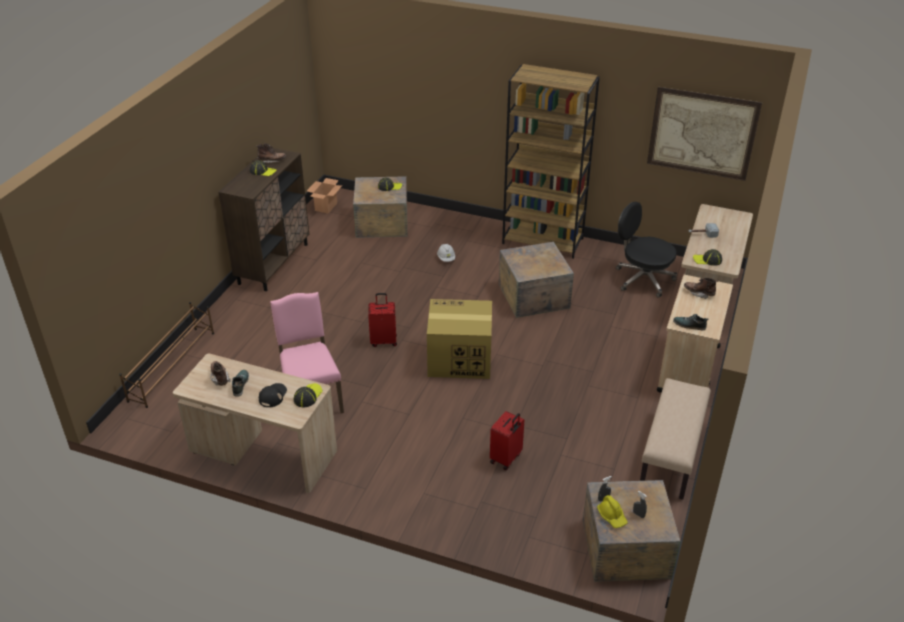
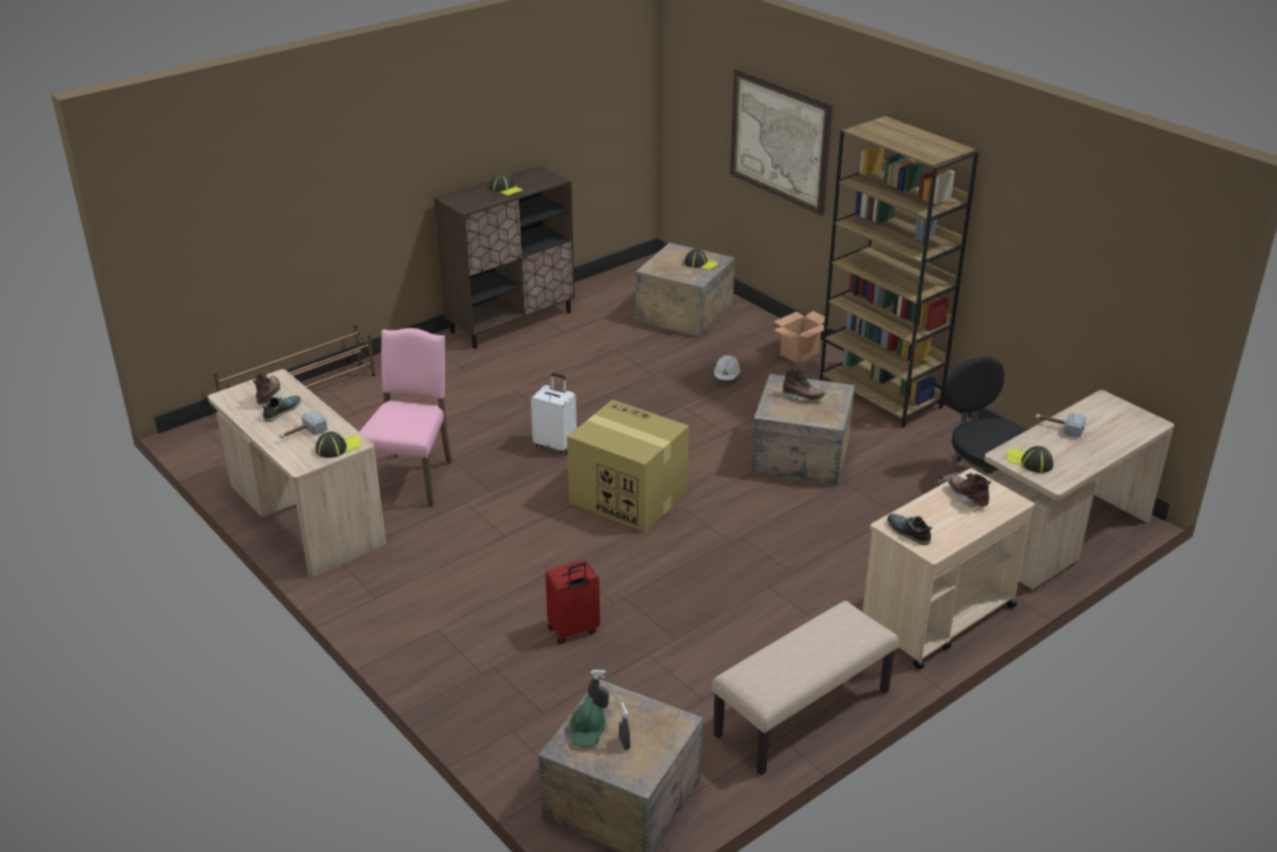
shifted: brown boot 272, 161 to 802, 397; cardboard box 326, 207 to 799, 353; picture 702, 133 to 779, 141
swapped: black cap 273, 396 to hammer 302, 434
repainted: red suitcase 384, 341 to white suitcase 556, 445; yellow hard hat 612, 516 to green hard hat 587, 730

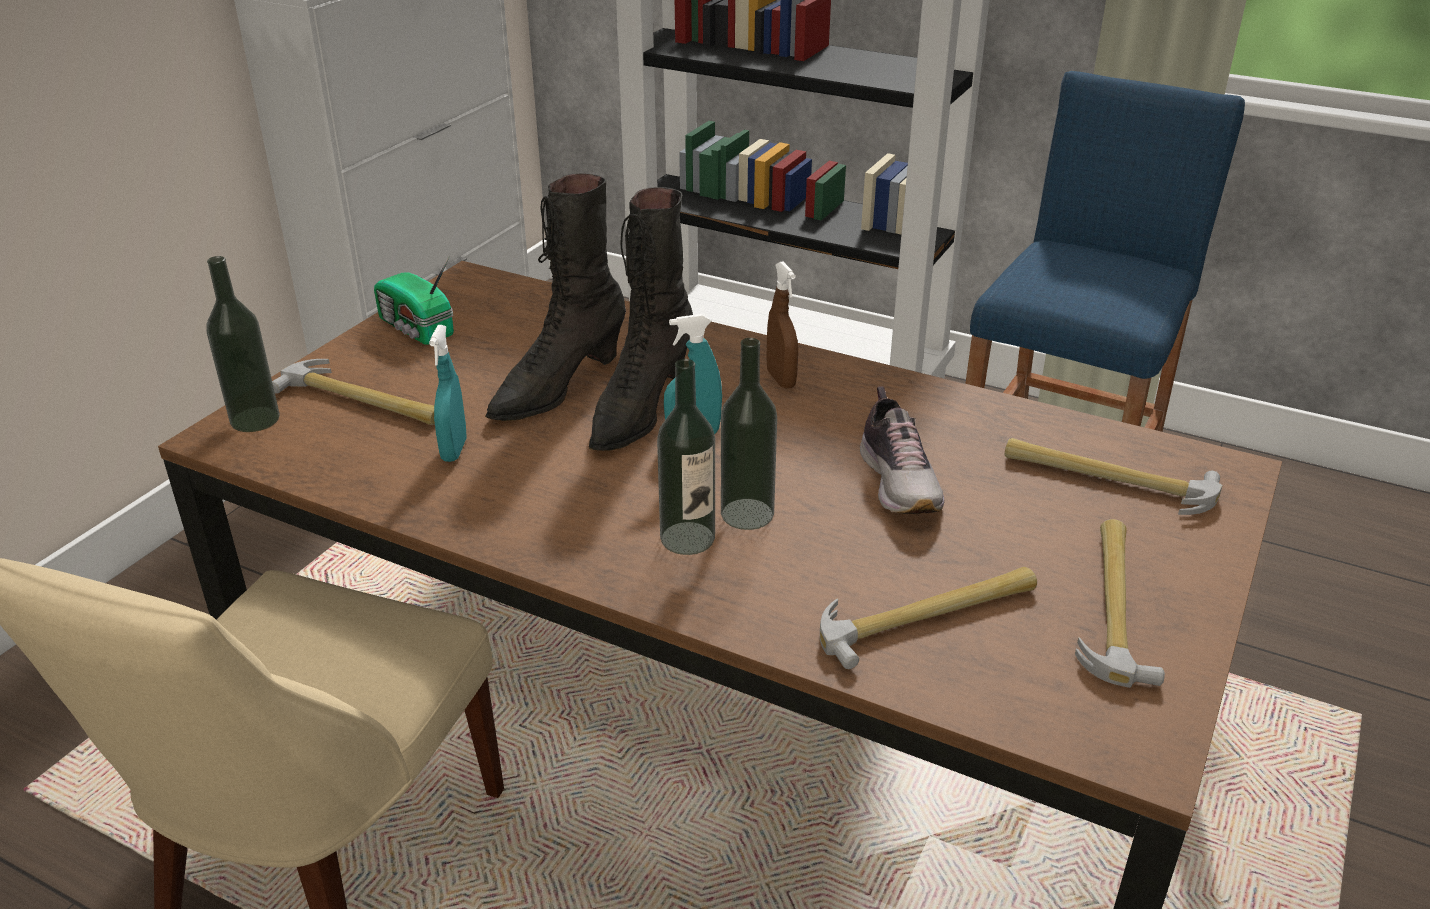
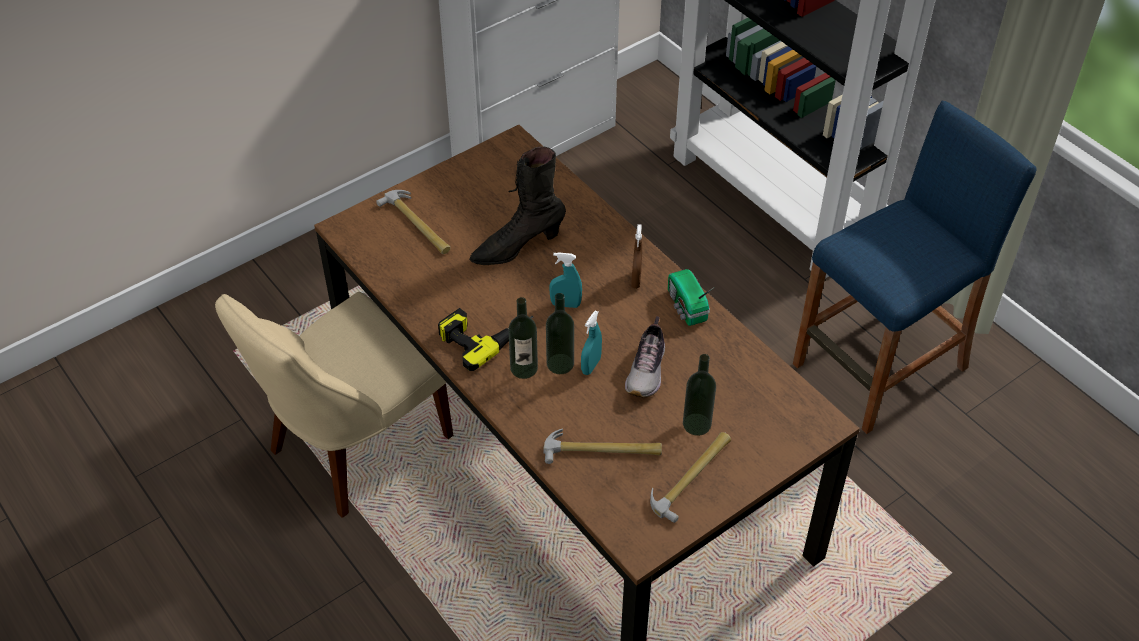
gone: black boot 640, 409; hammer 1108, 479
new: power drill 484, 333
shifted: bottle 255, 419 to 696, 424; radio 416, 329 to 686, 307; turquoise spray bottle 454, 450 to 591, 366

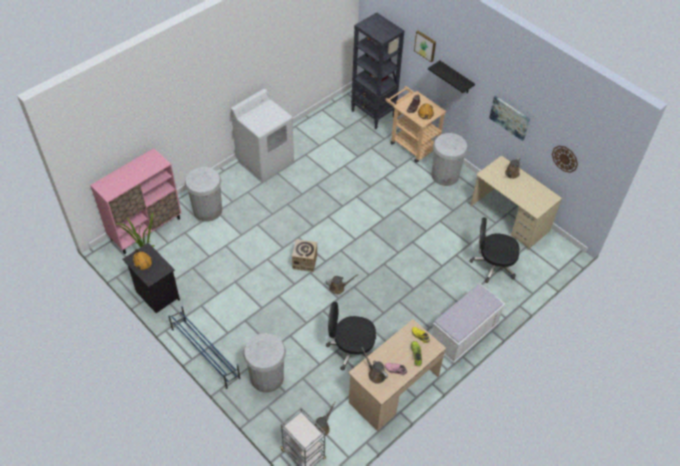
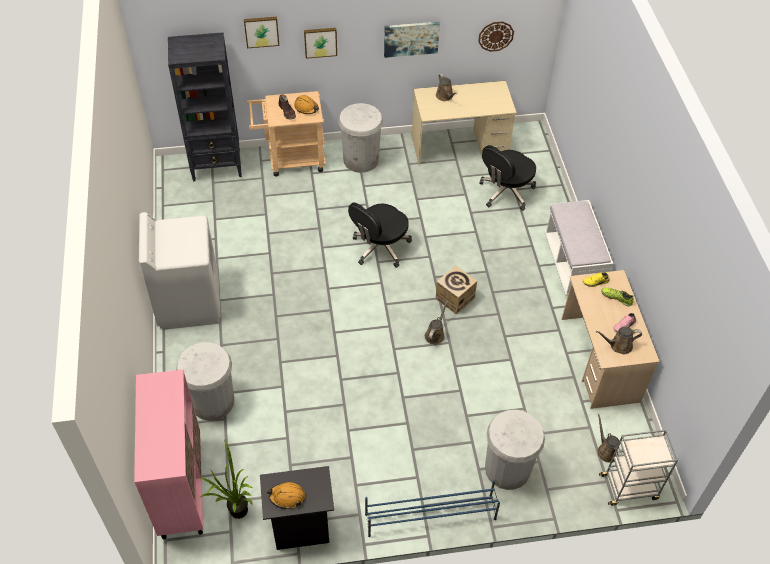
shifted: cardboard box 304, 262 to 454, 298; black office chair 351, 349 to 380, 248
swapped: black shelf 456, 78 to picture 320, 42

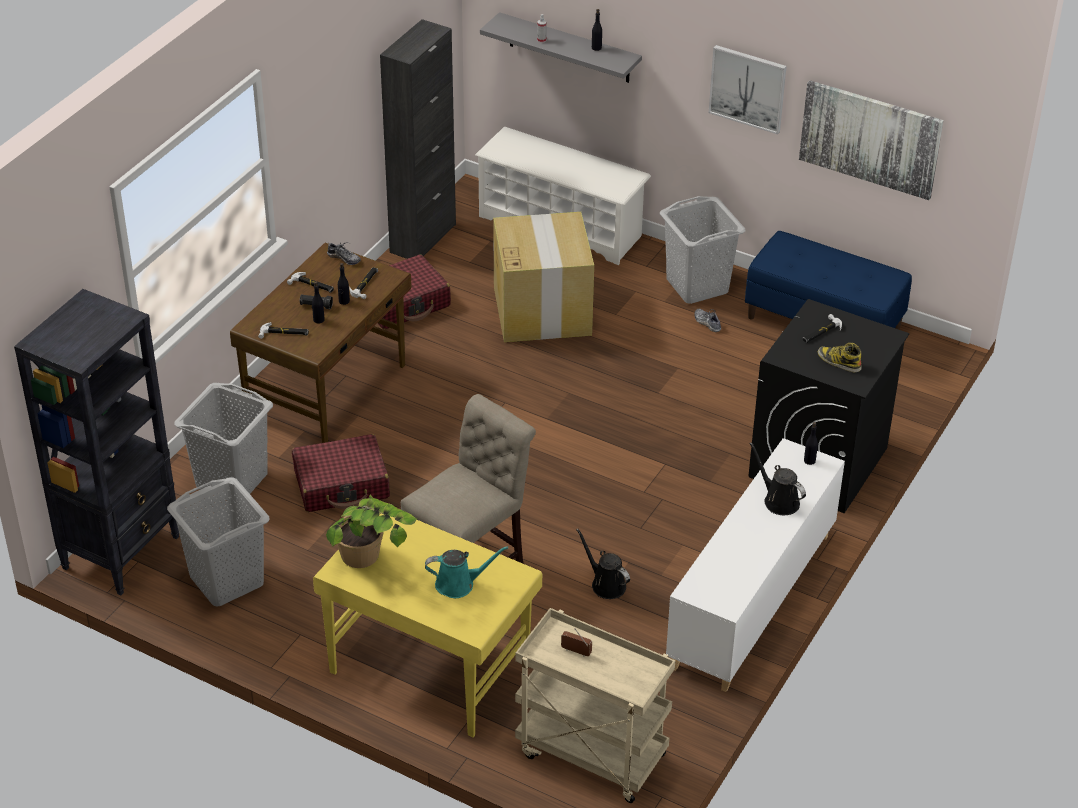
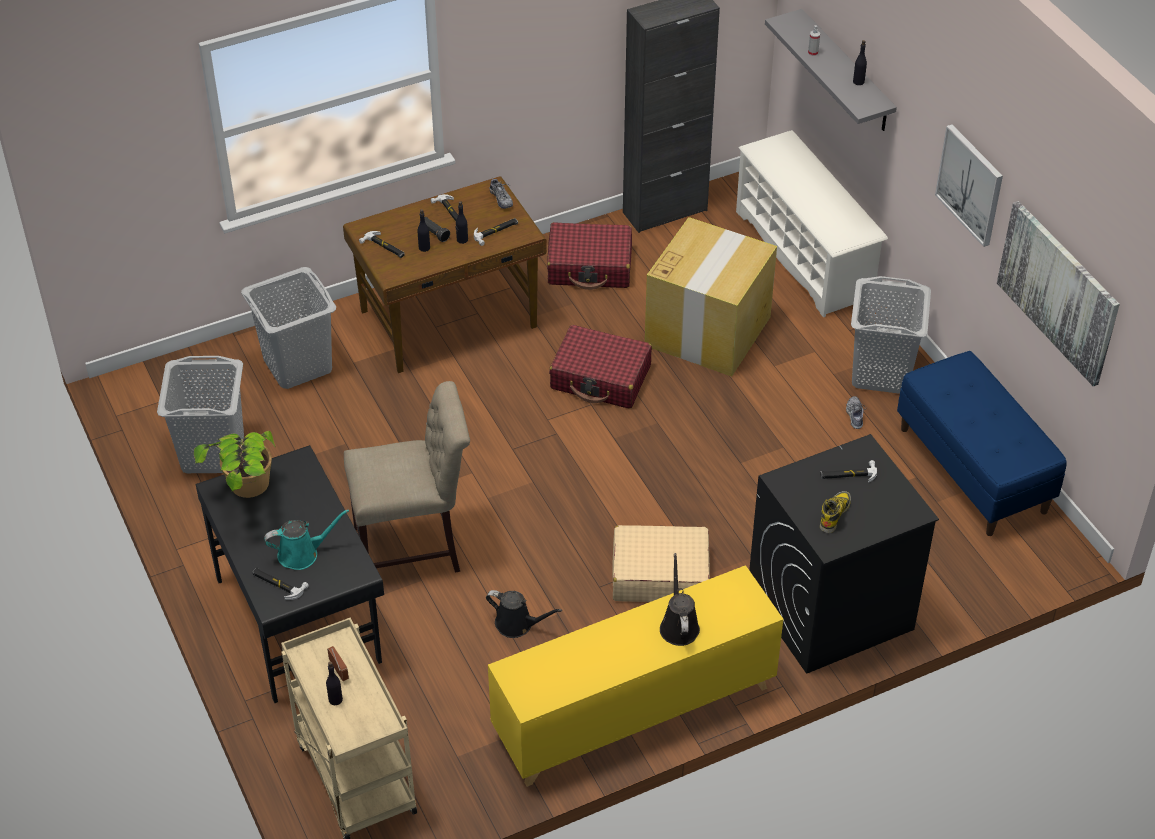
gone: black bookcase 122, 552
new: hammer 278, 583; beige suitcase 659, 574
shifted: red suitcase 342, 484 to 601, 378; black bottle 809, 460 to 335, 699
repainted: yellow desk 429, 666 to black desk 299, 618; white cabinet 751, 601 to yellow cabinet 633, 713
rotated: turquoise watering can 459, 584 = 302, 554 45 degrees counterclockwise; black watering can 606, 584 = 517, 624 120 degrees clockwise; boot 838, 362 = 834, 514 45 degrees clockwise

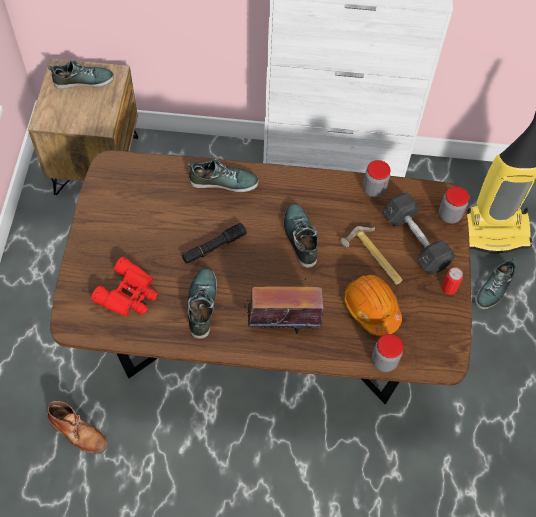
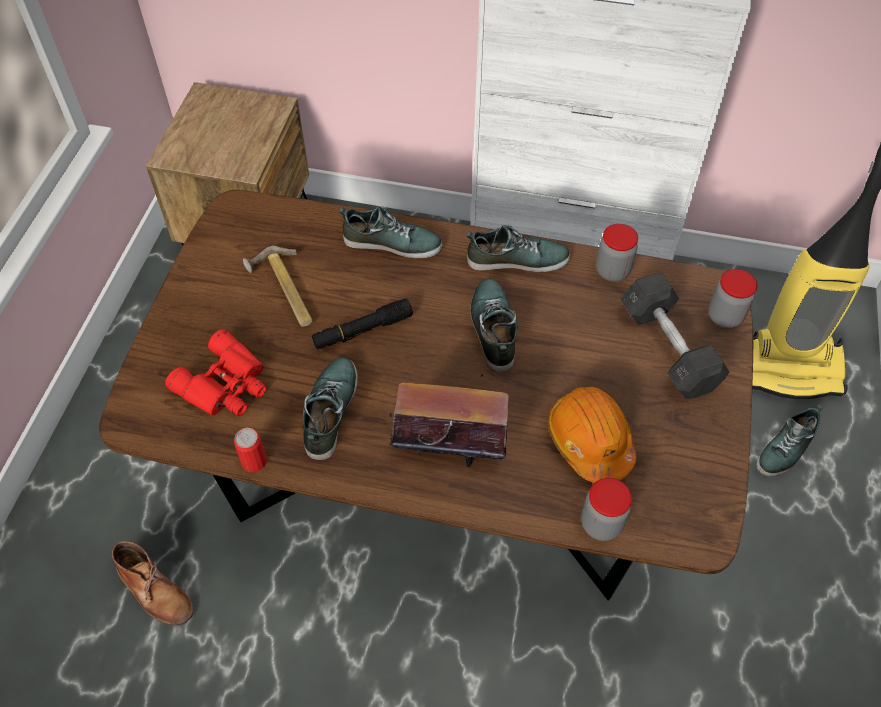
shifted: shoe 83, 80 to 517, 259; hammer 373, 259 to 283, 291; can 449, 288 to 254, 461

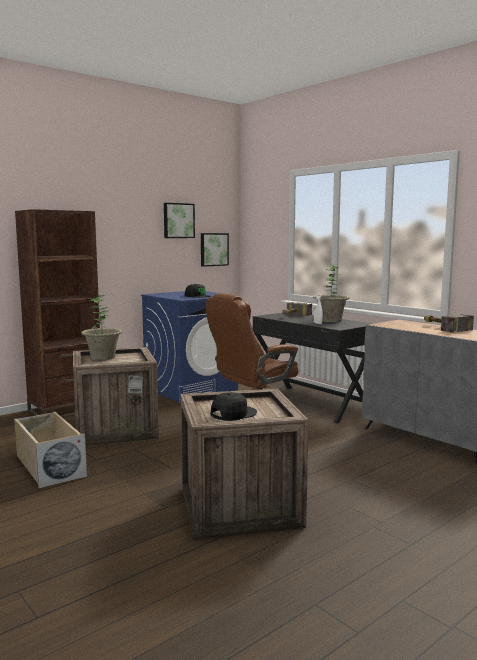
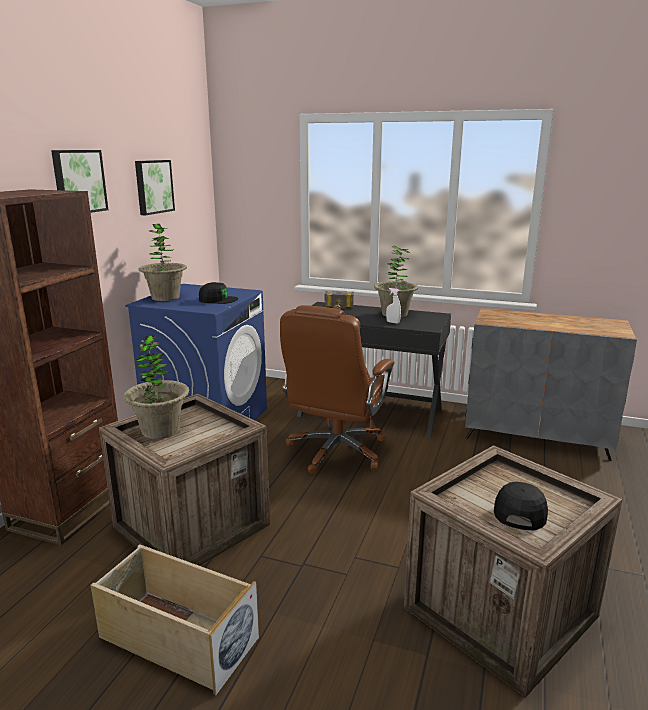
gone: hammer 442, 328
new: potted plant 165, 297
shifted: picture 213, 249 to 78, 181

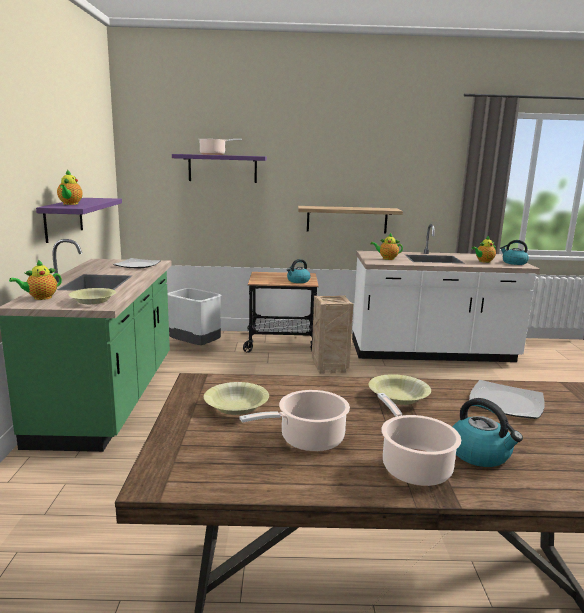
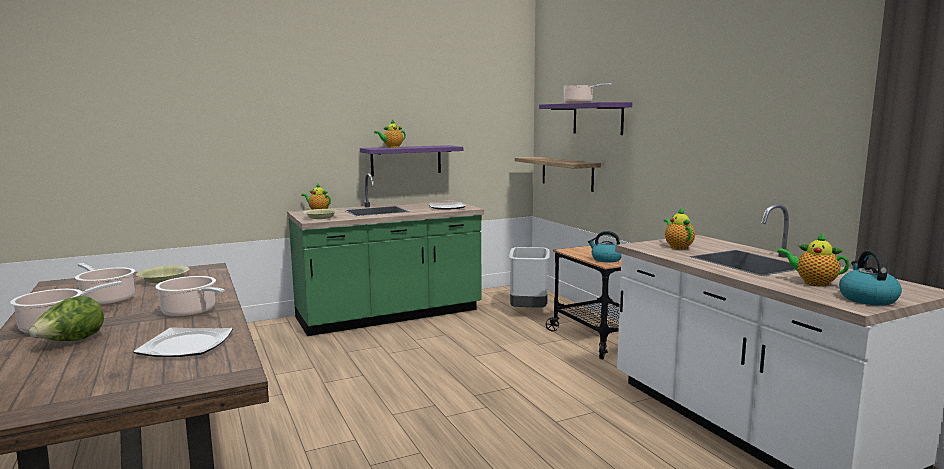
gone: crate 330, 367
shifted: shelf 347, 219 to 567, 173
swapped: yellow bowl 398, 397 to cooking pot 191, 312; kettle 480, 454 to lettuce 71, 342

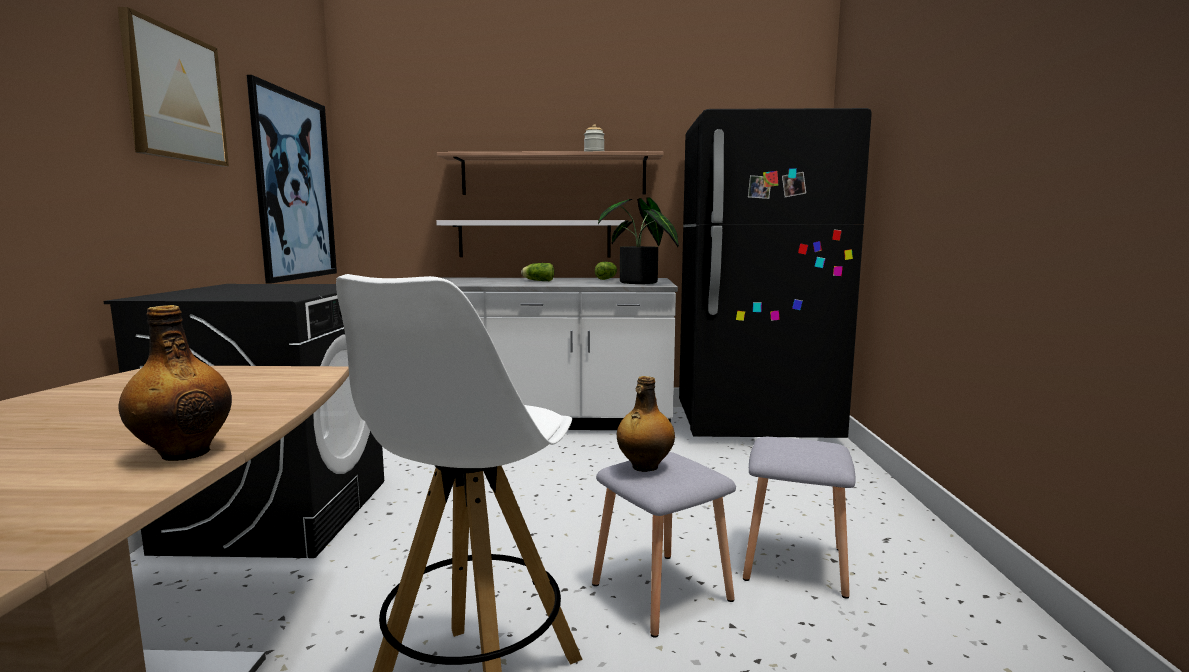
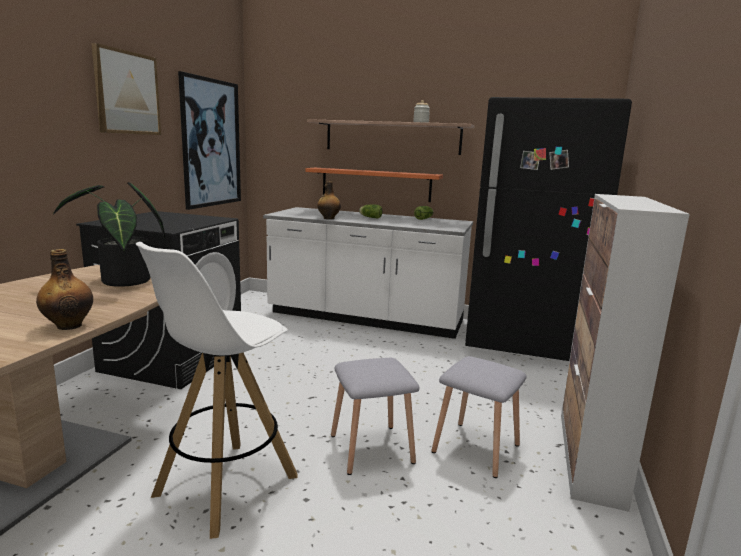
new: cabinet 589, 457
shifted: potted plant 639, 283 to 123, 282; bottle 644, 467 to 328, 218
repainted: white shelf 534, 239 to orange shelf 375, 184

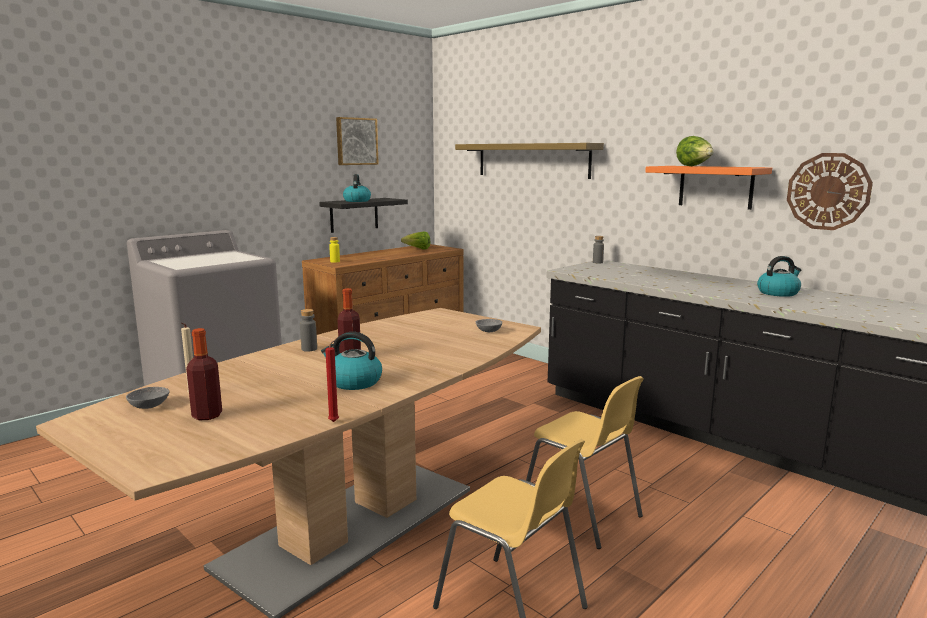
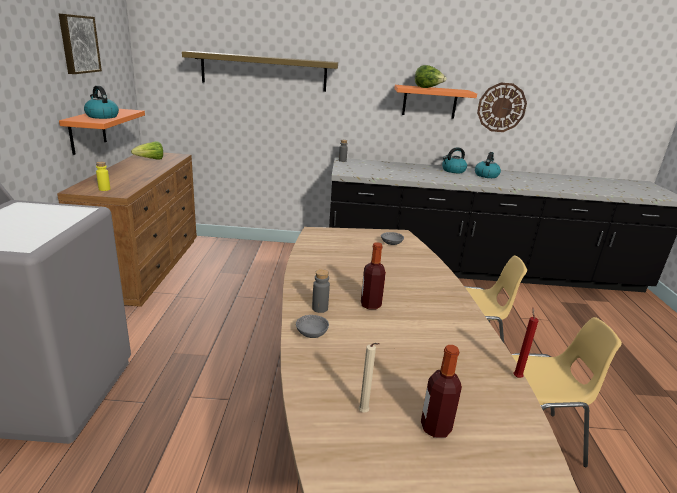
shifted: grey bowl 149, 406 to 312, 333; kettle 353, 382 to 453, 171
repainted: black shelf 354, 215 to orange shelf 87, 130

